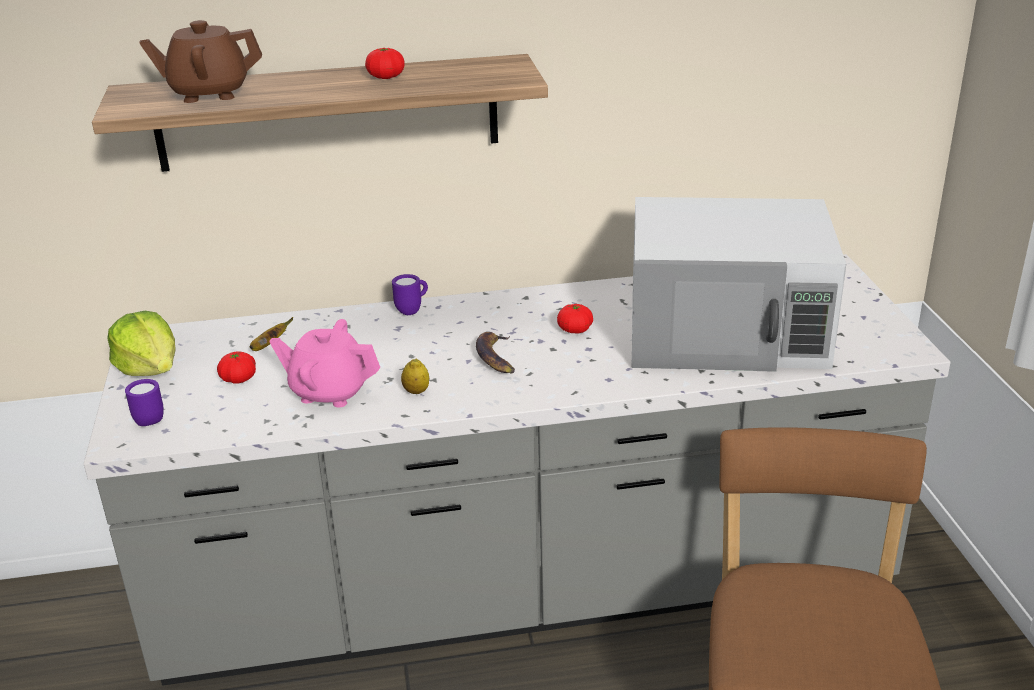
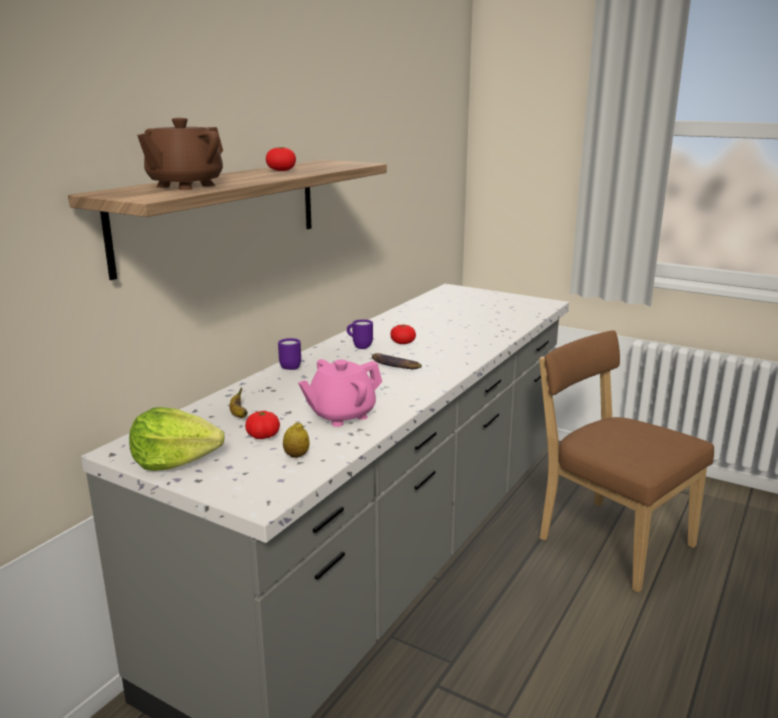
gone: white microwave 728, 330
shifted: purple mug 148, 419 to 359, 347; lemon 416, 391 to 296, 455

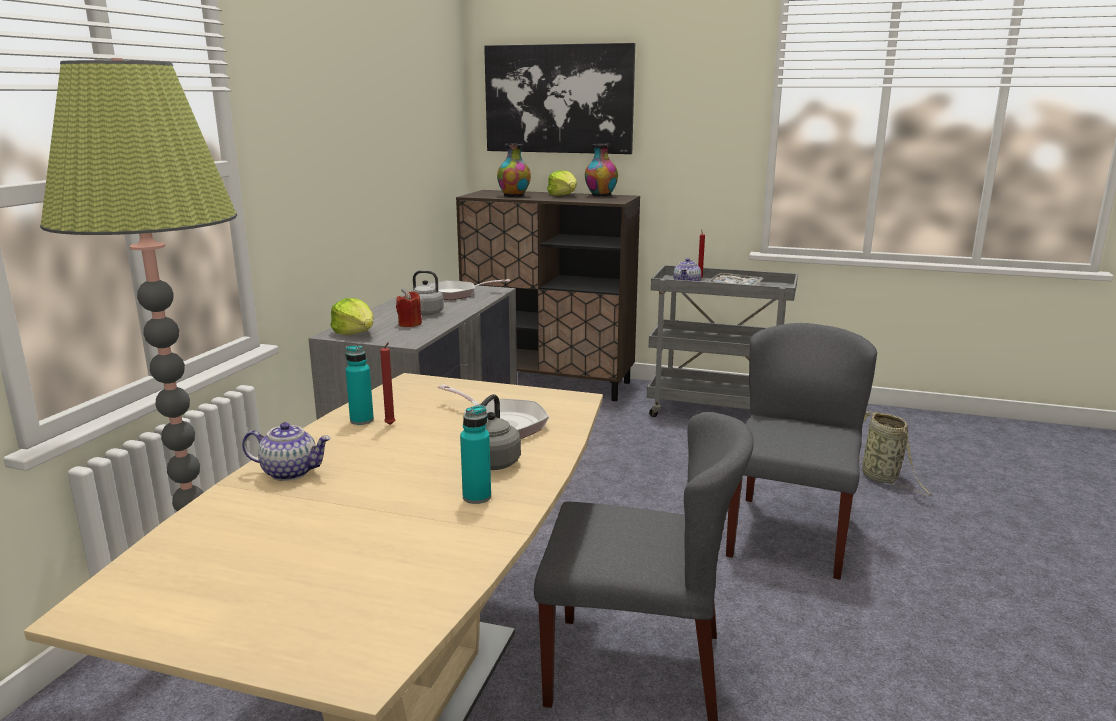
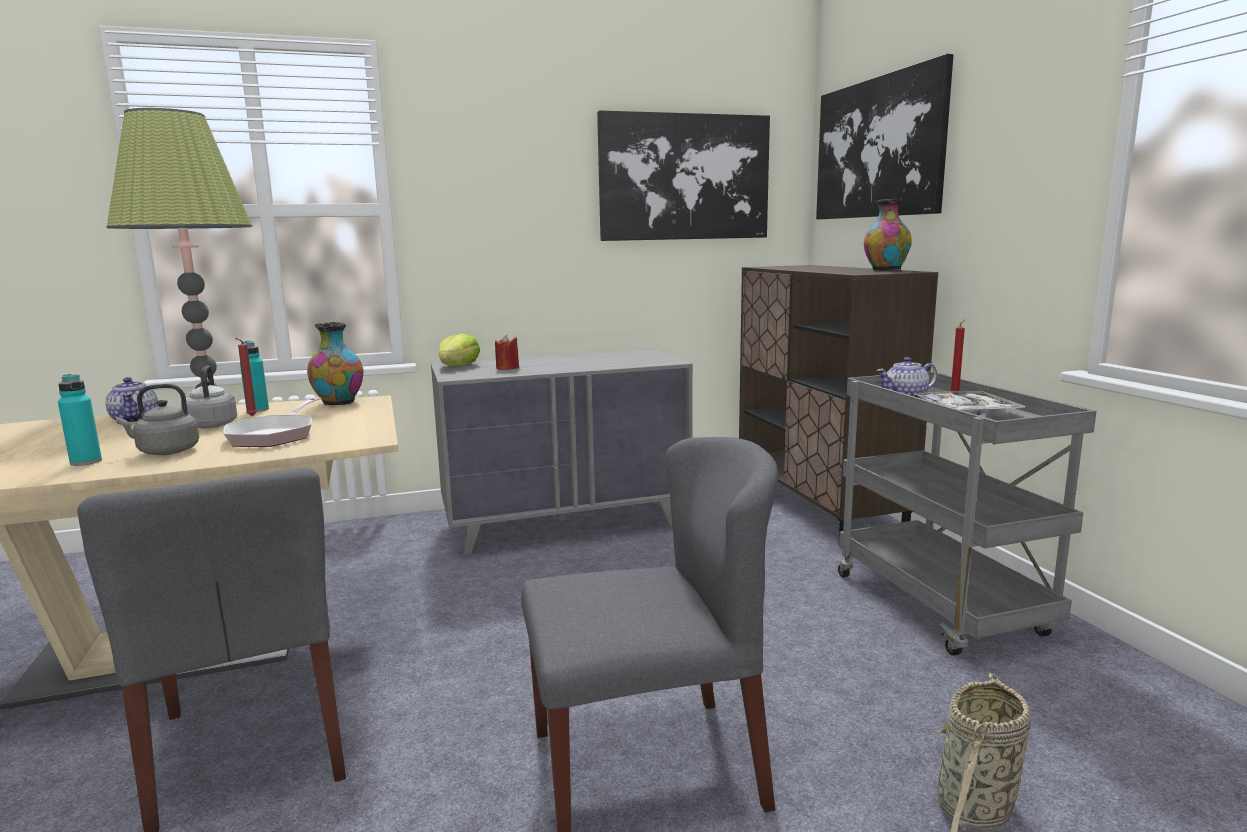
gone: frying pan 455, 294; lettuce 563, 195
new: picture 684, 177
shifted: grey kettle 424, 313 to 212, 425; vase 514, 196 to 339, 403

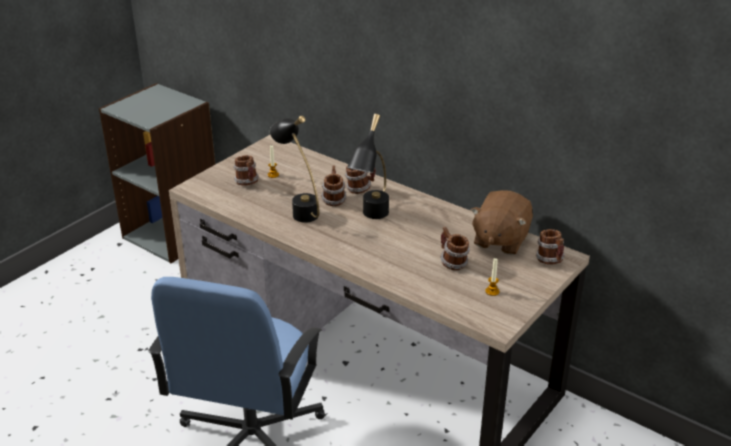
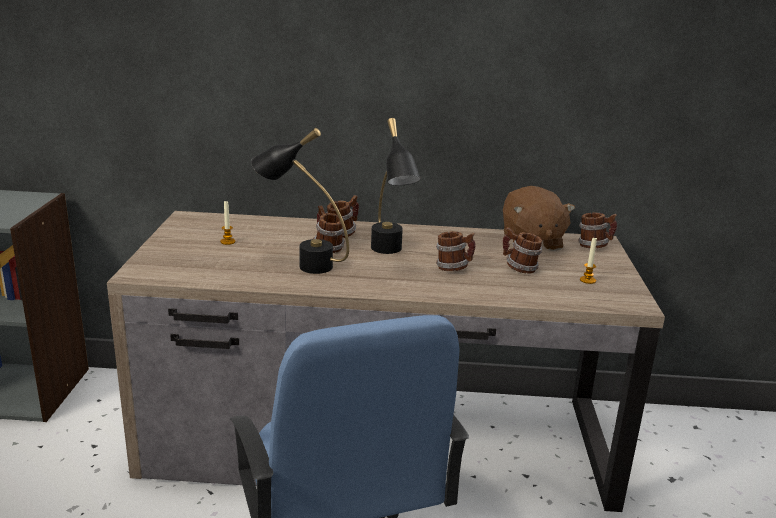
shifted: mug 247, 183 to 454, 268

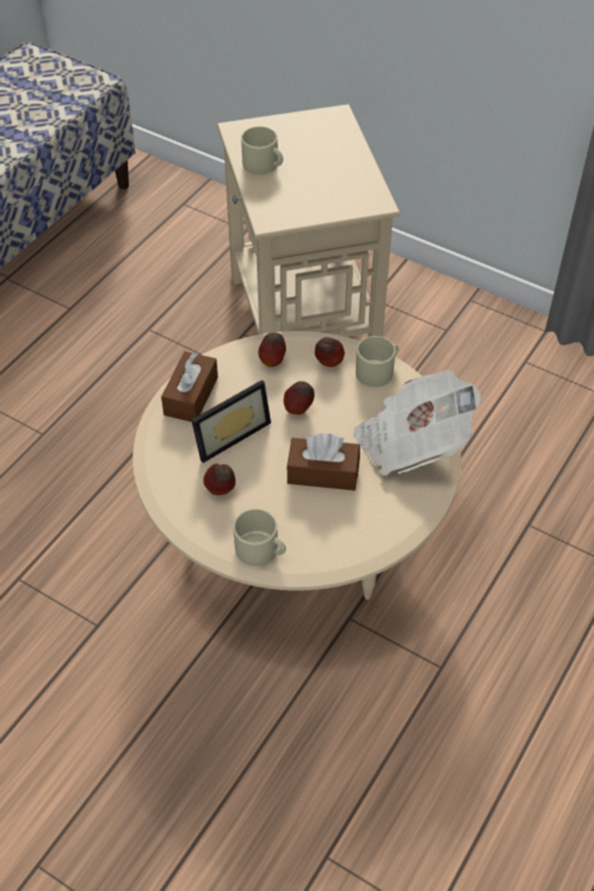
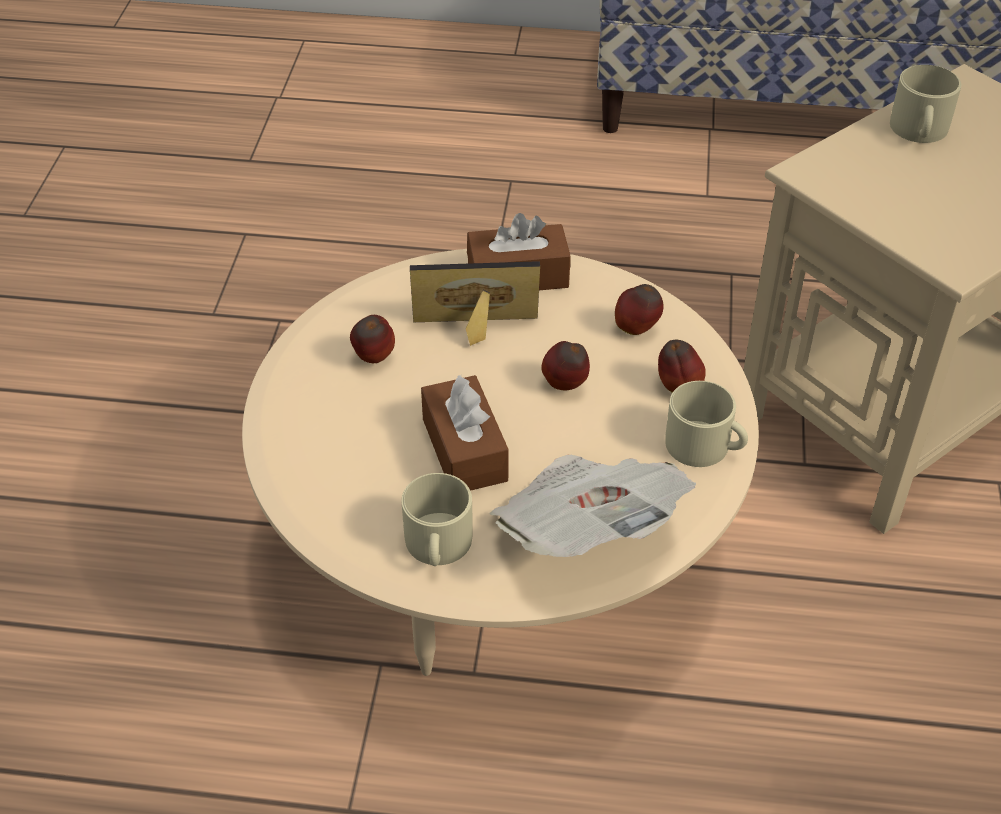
shifted: beige mug 261, 550 to 438, 546
rotated: picture frame 228, 433 = 476, 332 150 degrees clockwise

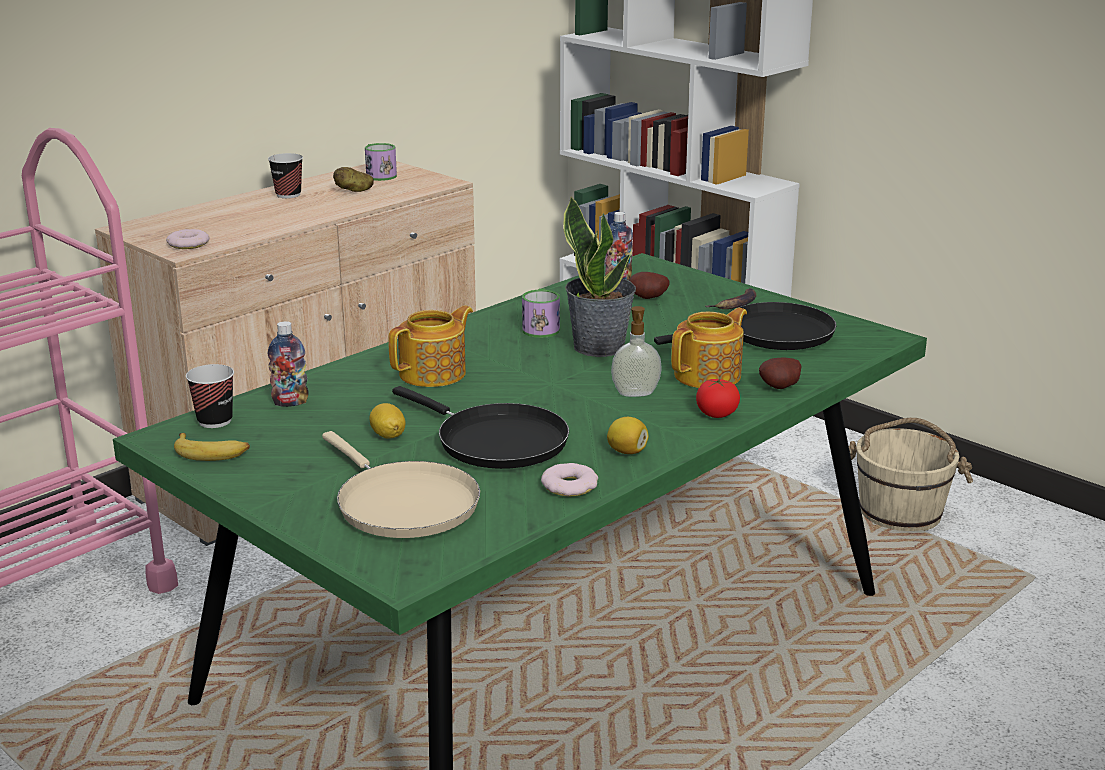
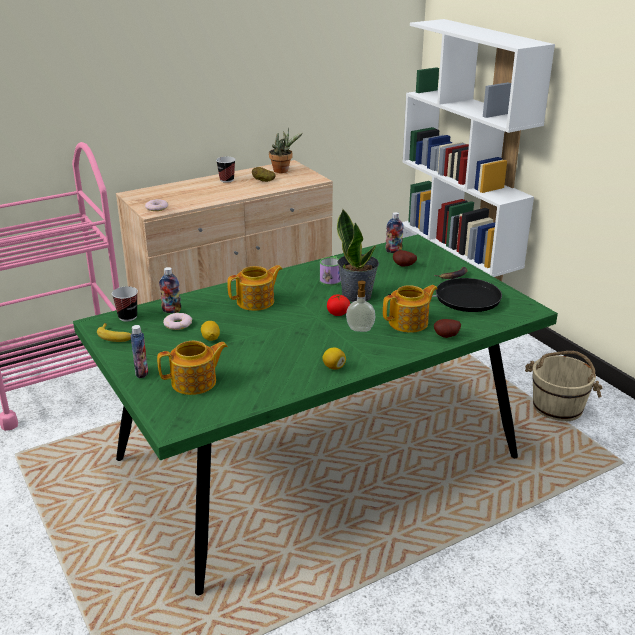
gone: black frying pan 495, 441
new: bottle 141, 373
shifted: donut 569, 486 to 178, 324; tomato 717, 414 to 338, 313
swapped: beige frying pan 402, 504 to teapot 195, 382; mug 379, 175 to potted plant 283, 171

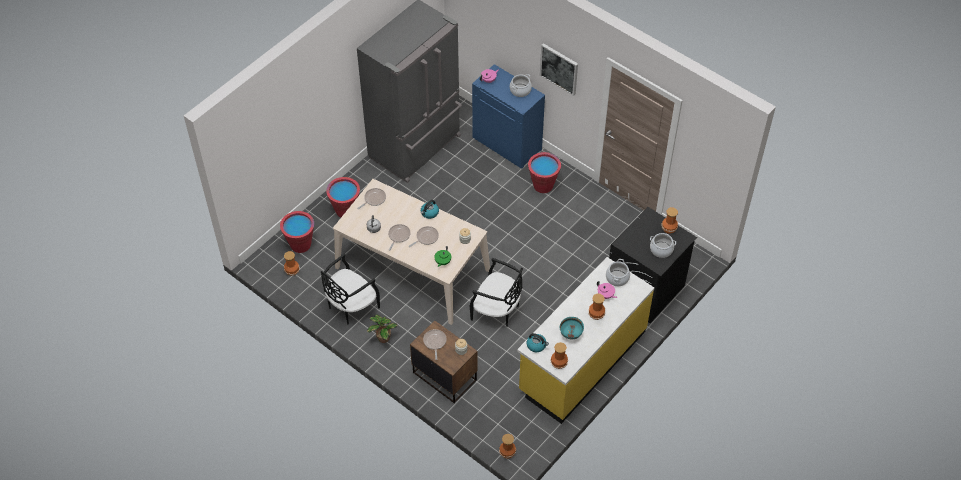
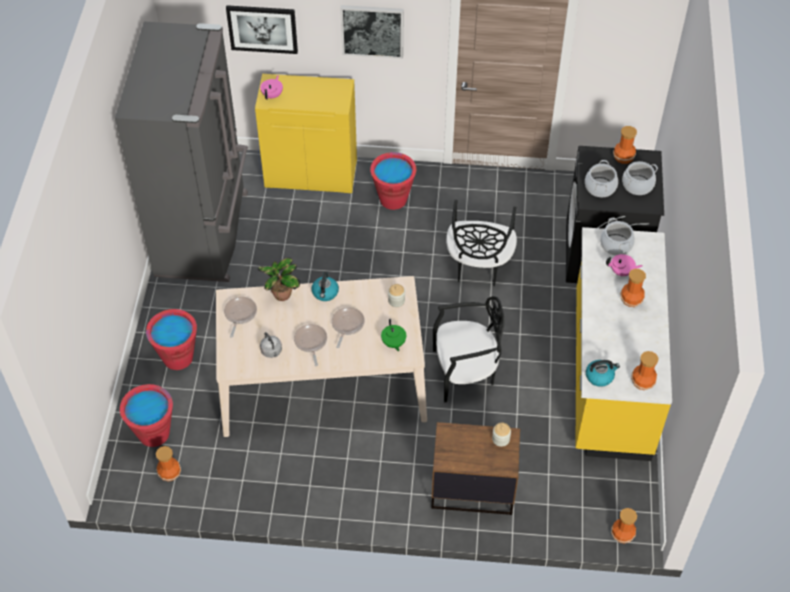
gone: frying pan 434, 342; turquoise bowl 571, 334
new: picture 262, 28
shifted: black chair 351, 306 to 478, 265; potted plant 383, 338 to 281, 295; cooking pot 520, 90 to 600, 187
repainted: blue cabinet 507, 143 to yellow cabinet 311, 173

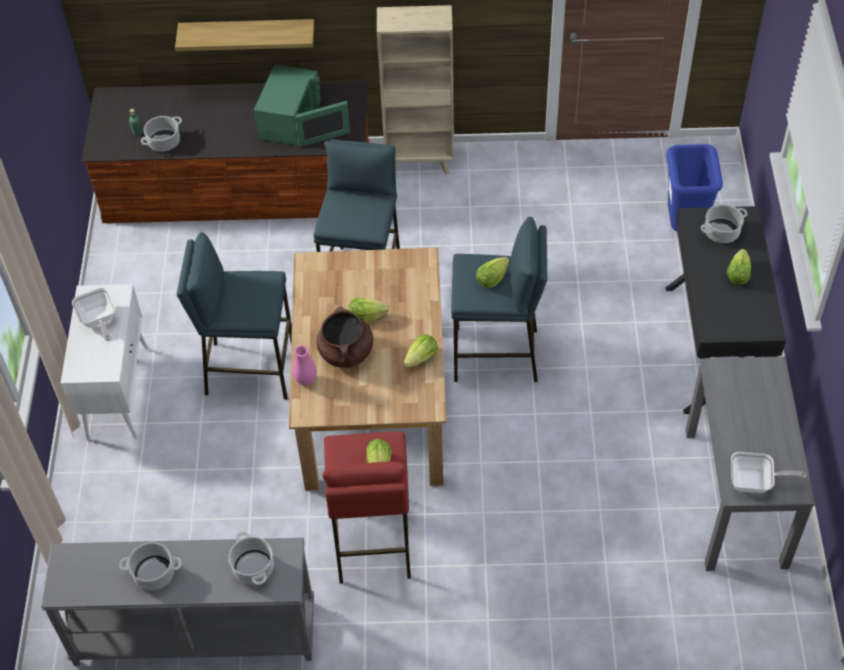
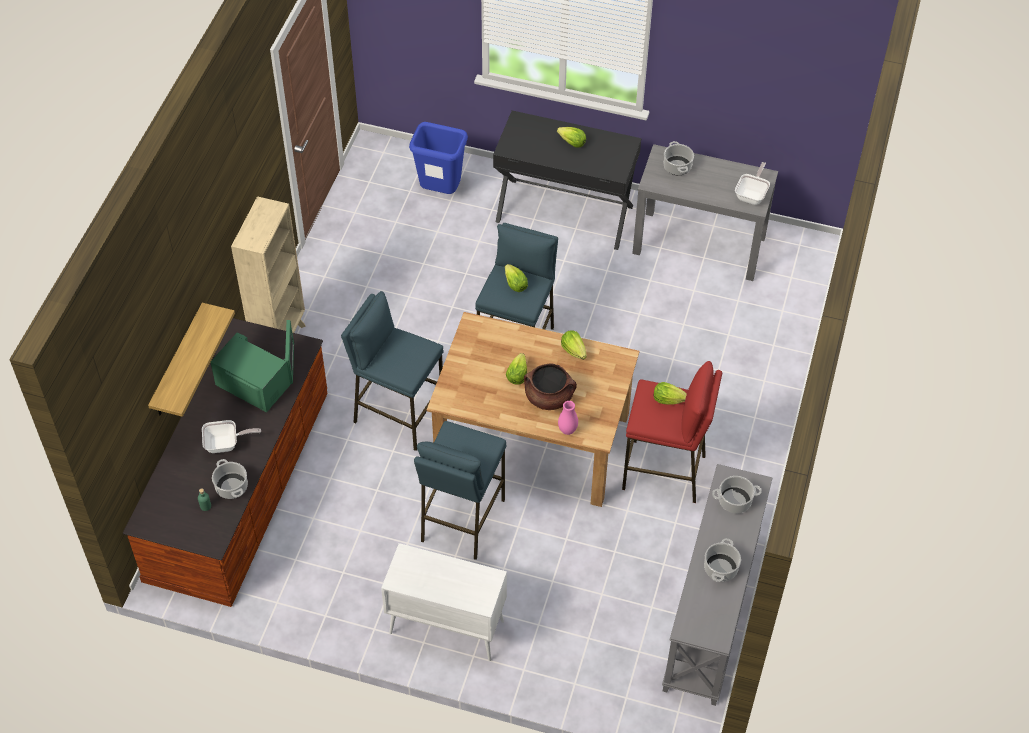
shifted: frying pan 98, 321 to 226, 444; cooking pot 721, 232 to 677, 167

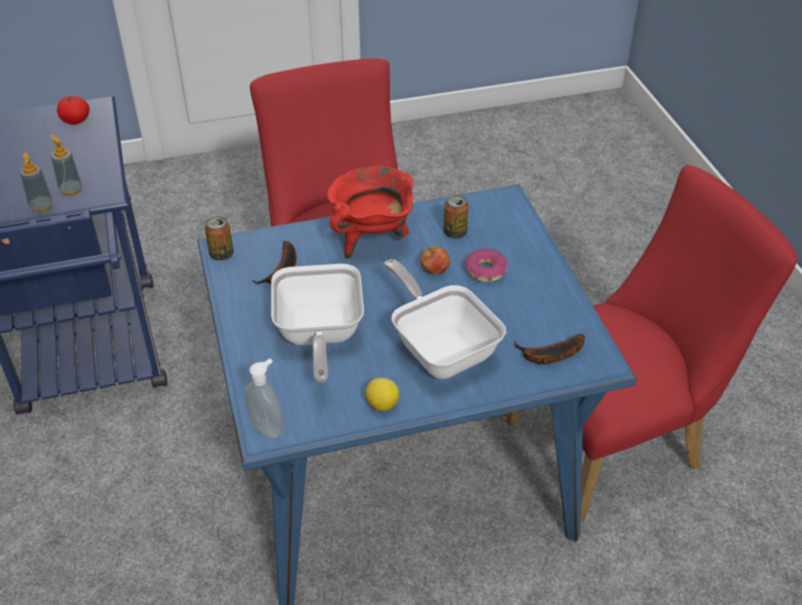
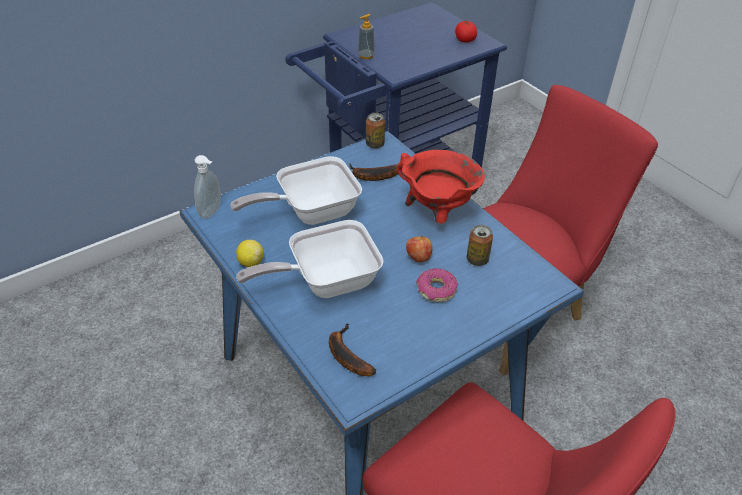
gone: soap dispenser 71, 190
rotated: frying pan 440, 348 = 325, 282 150 degrees counterclockwise

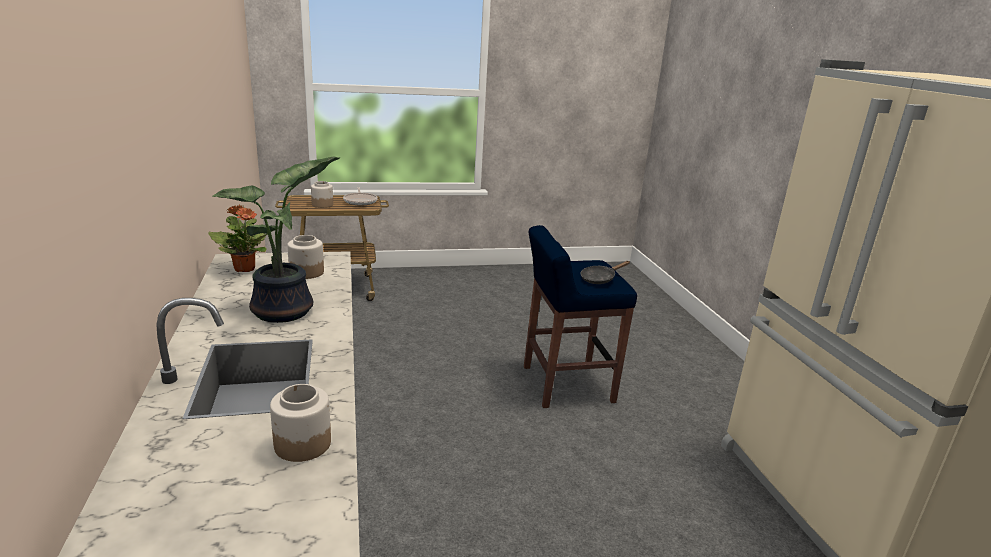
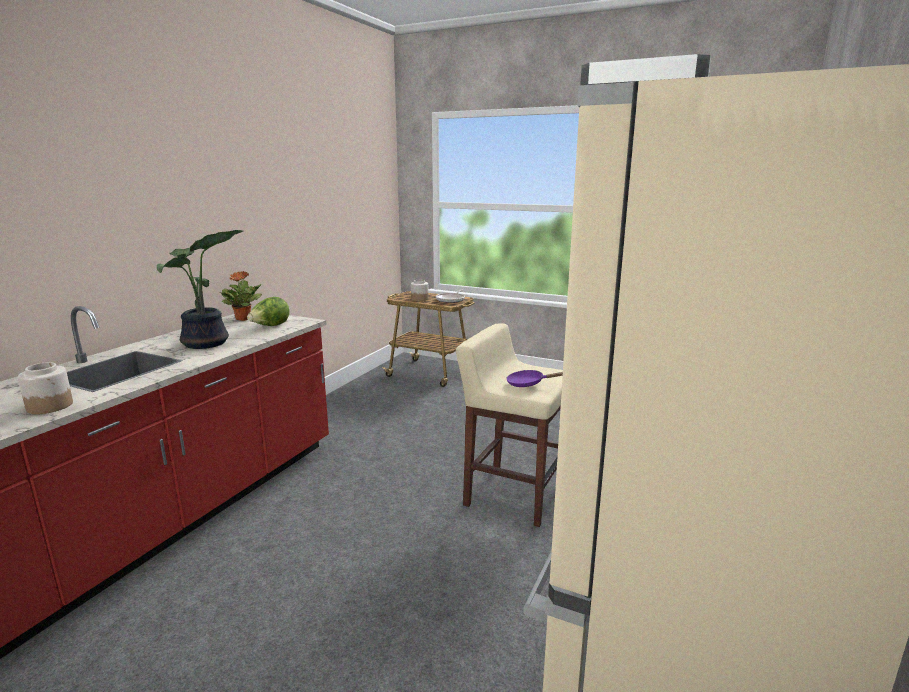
swapped: jar 307, 272 to lettuce 270, 326
repainted: blue stool 565, 384 to beige stool 513, 494; black frying pan 600, 279 to purple frying pan 529, 383

